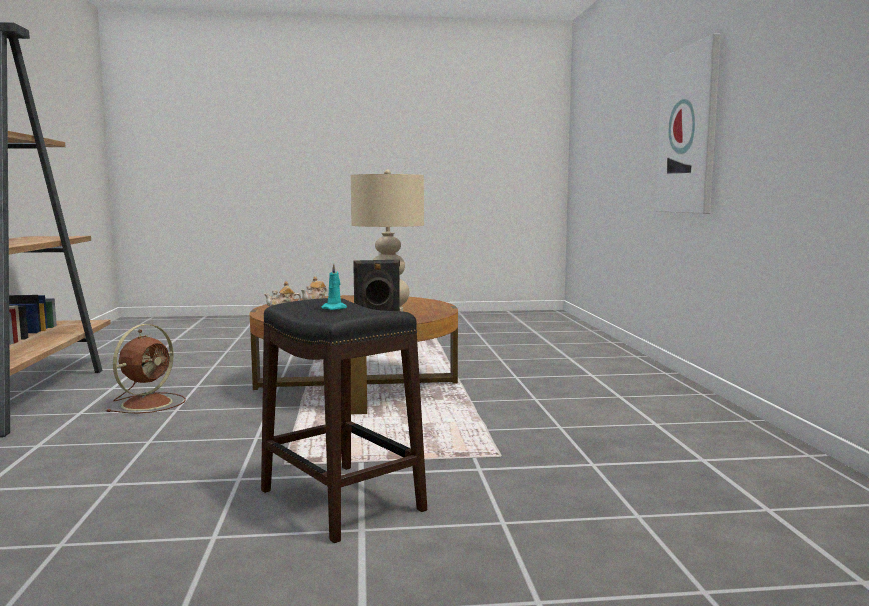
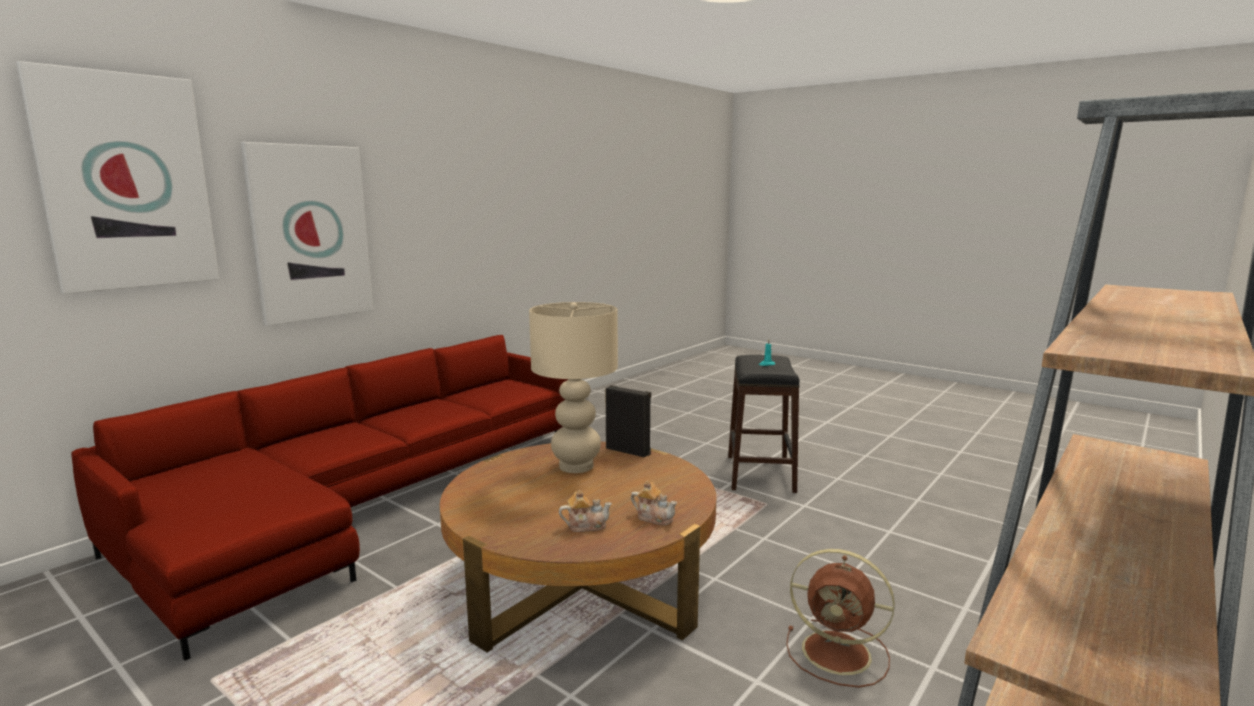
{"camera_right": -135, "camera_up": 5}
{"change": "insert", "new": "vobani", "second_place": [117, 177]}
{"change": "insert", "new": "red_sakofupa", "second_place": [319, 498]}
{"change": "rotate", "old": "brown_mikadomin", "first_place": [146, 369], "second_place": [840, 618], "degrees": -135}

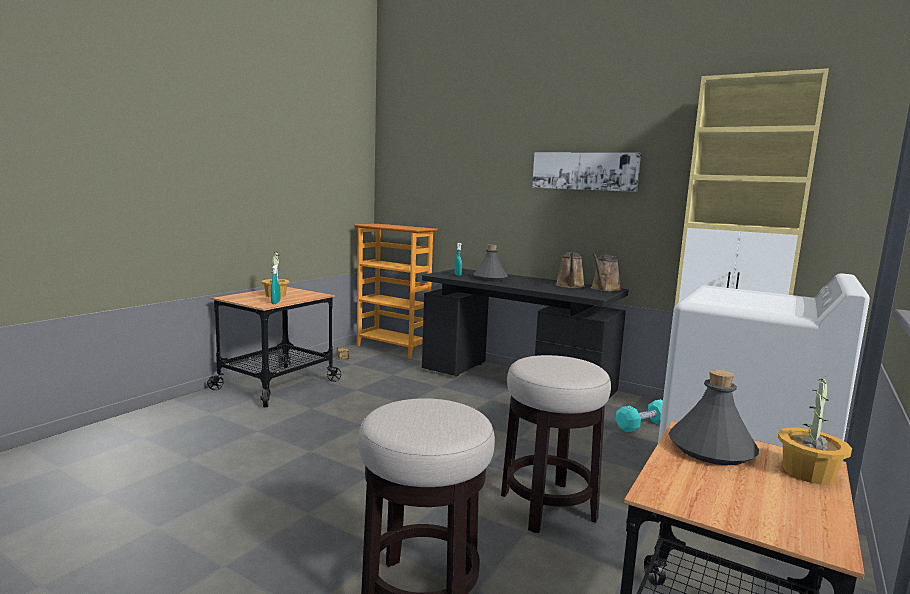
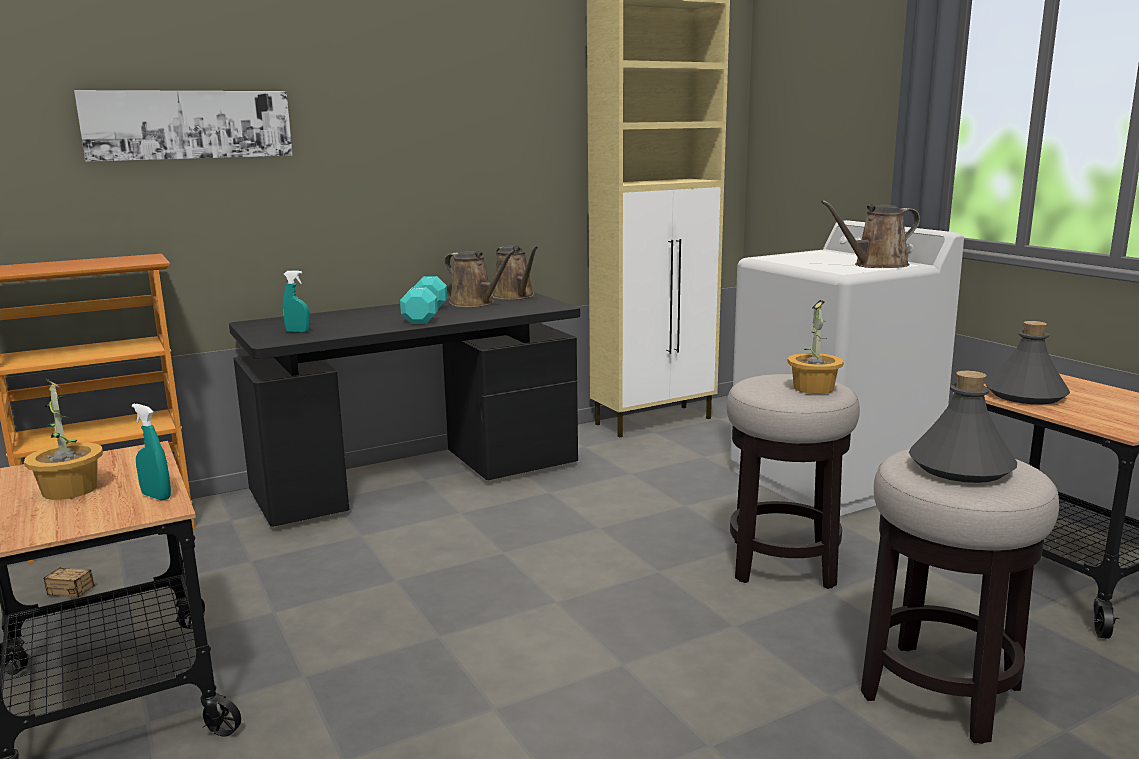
{"camera_right": -60, "camera_up": 5}
{"change": "insert", "new": "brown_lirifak", "second_place": [870, 234]}
{"change": "move", "old": "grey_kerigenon", "first_place": [490, 263], "second_place": [963, 427]}
{"change": "move", "old": "vobani", "first_place": [586, 172], "second_place": [183, 126]}
{"change": "move", "old": "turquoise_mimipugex", "first_place": [639, 415], "second_place": [423, 300]}
{"change": "move", "old": "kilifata", "first_place": [815, 429], "second_place": [815, 347]}

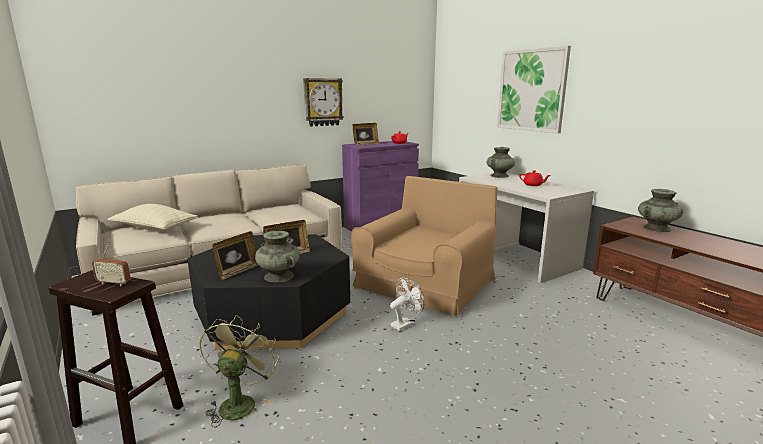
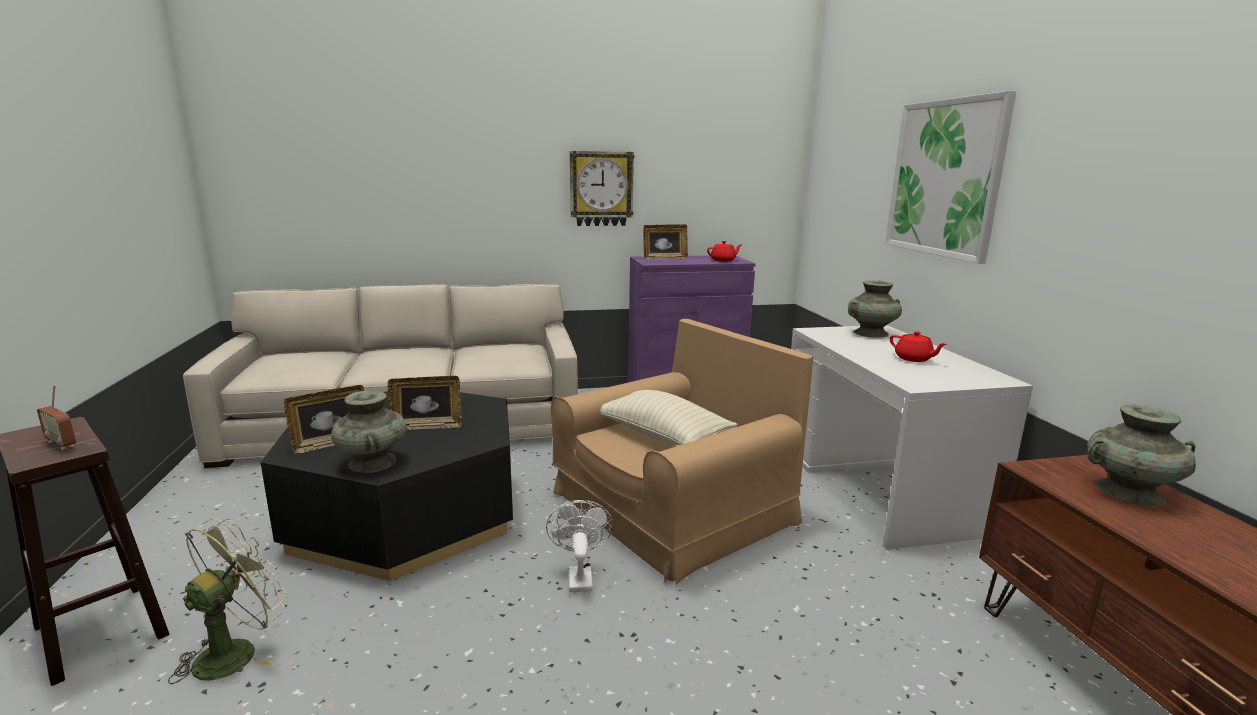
{"camera_right": 20, "camera_up": 0}
{"change": "move", "old": "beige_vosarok", "first_place": [153, 217], "second_place": [669, 417]}
{"change": "rotate", "old": "white_mikadomin", "first_place": [407, 304], "second_place": [579, 546], "degrees": -75}

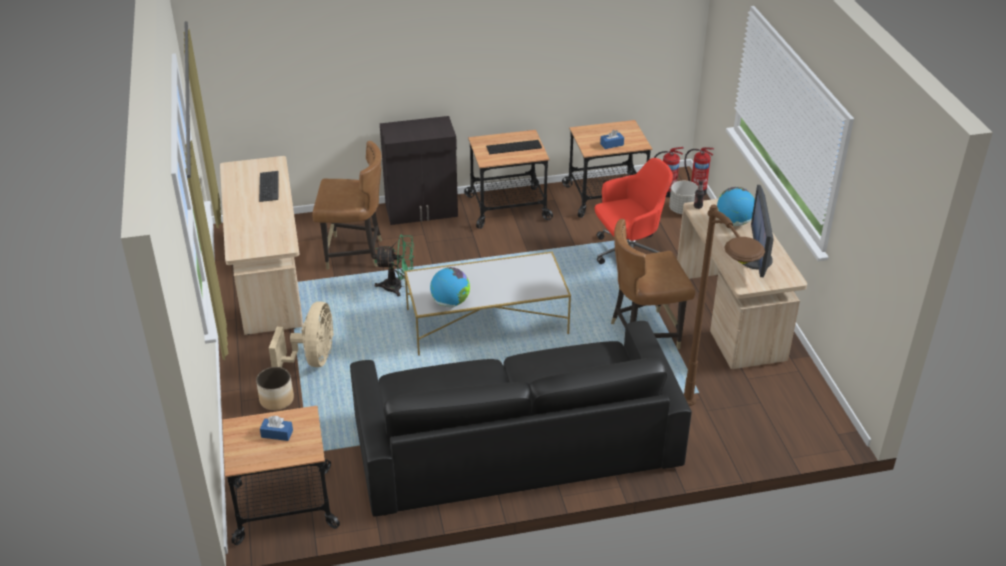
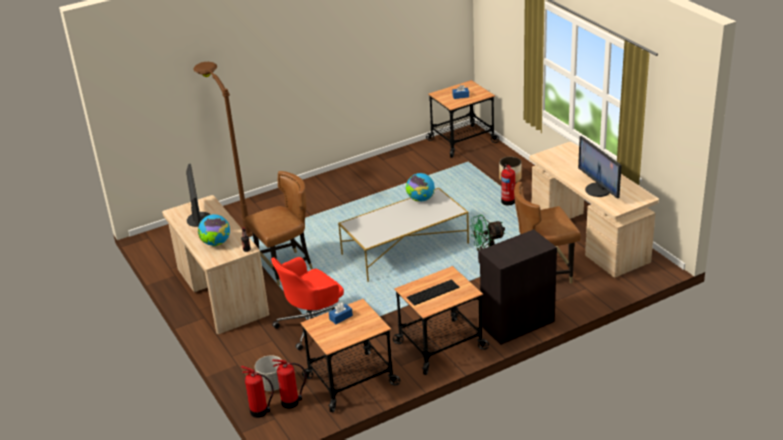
{"camera_right": 165, "camera_up": -5}
{"change": "delete", "old": "black_sakofupa", "first_place": [521, 419]}
{"change": "replace", "old": "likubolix", "new": "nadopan", "first_place": [269, 186], "second_place": [600, 167]}
{"change": "replace", "old": "beige_mikadomin", "new": "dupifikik", "first_place": [301, 334], "second_place": [508, 184]}

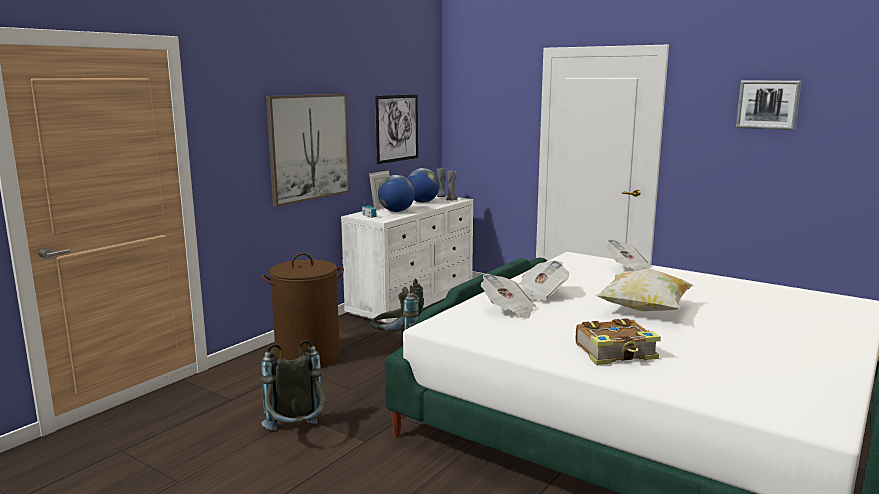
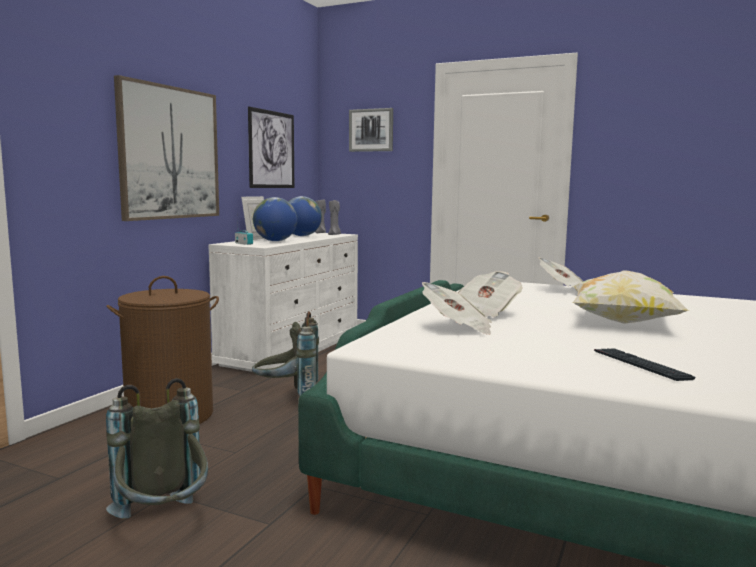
{"camera_right": -10, "camera_up": -5}
{"change": "move", "old": "vobani", "first_place": [768, 105], "second_place": [371, 130]}
{"change": "replace", "old": "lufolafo", "new": "likubolix", "first_place": [618, 341], "second_place": [645, 364]}

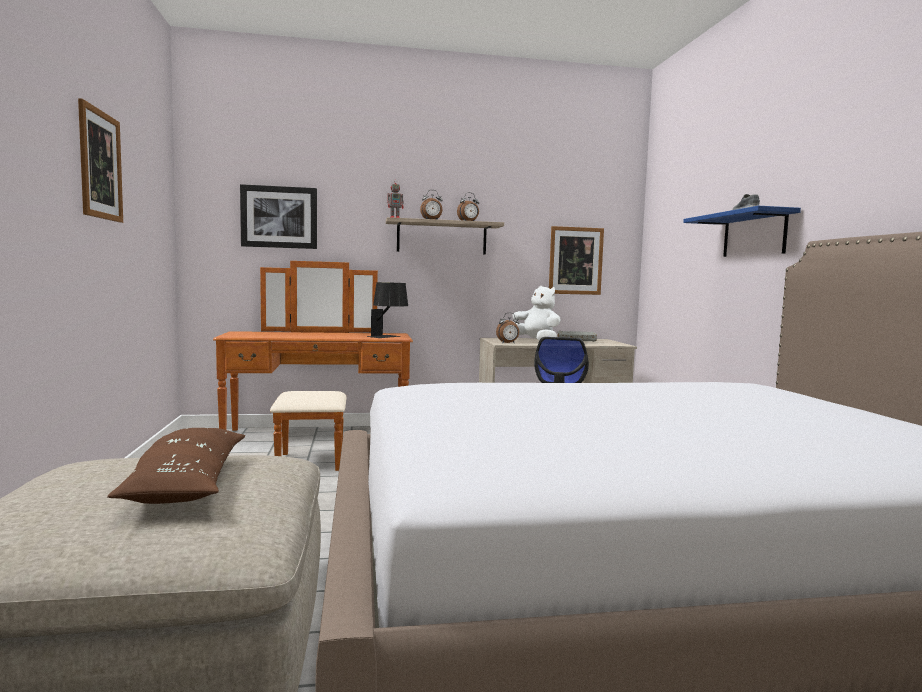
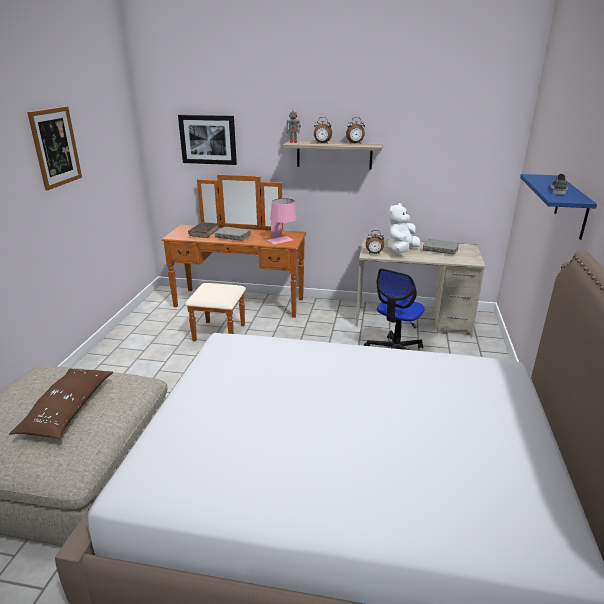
{"camera_right": 20, "camera_up": 20}
{"change": "delete", "old": "vobani", "first_place": [576, 260]}
{"change": "insert", "new": "brown_lufolafo", "second_place": [203, 230]}
{"change": "insert", "new": "grey_lufolafo", "second_place": [233, 233]}
{"change": "recolor", "old": "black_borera", "new": "pink_borera", "first_place": [387, 310], "second_place": [282, 221]}
{"change": "rotate", "old": "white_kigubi", "first_place": [536, 313], "second_place": [404, 228], "degrees": -120}

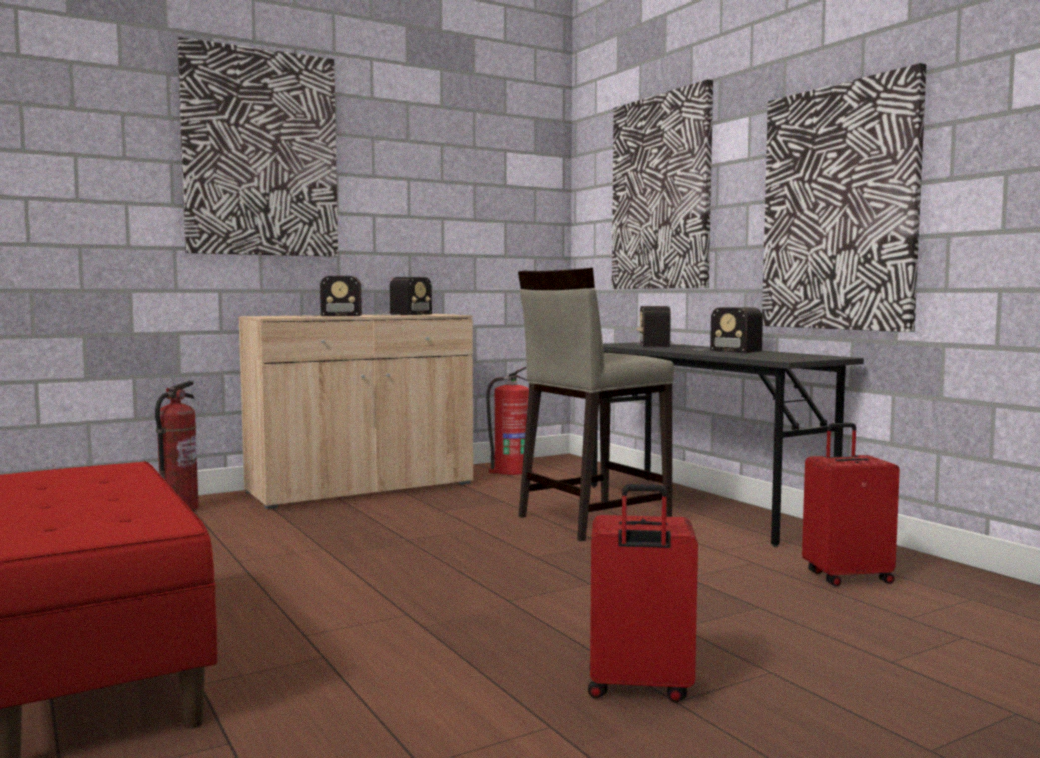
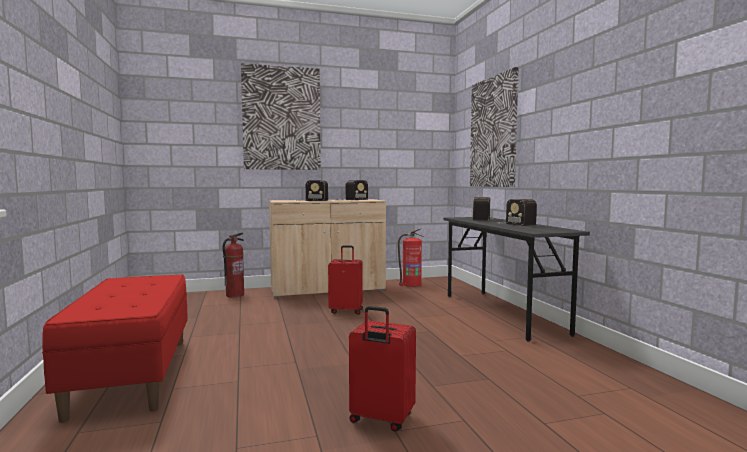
{"camera_right": 15, "camera_up": 0}
{"change": "delete", "old": "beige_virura", "first_place": [596, 404]}
{"change": "delete", "old": "vobani", "first_place": [844, 197]}
{"change": "move", "old": "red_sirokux", "first_place": [851, 504], "second_place": [345, 280]}

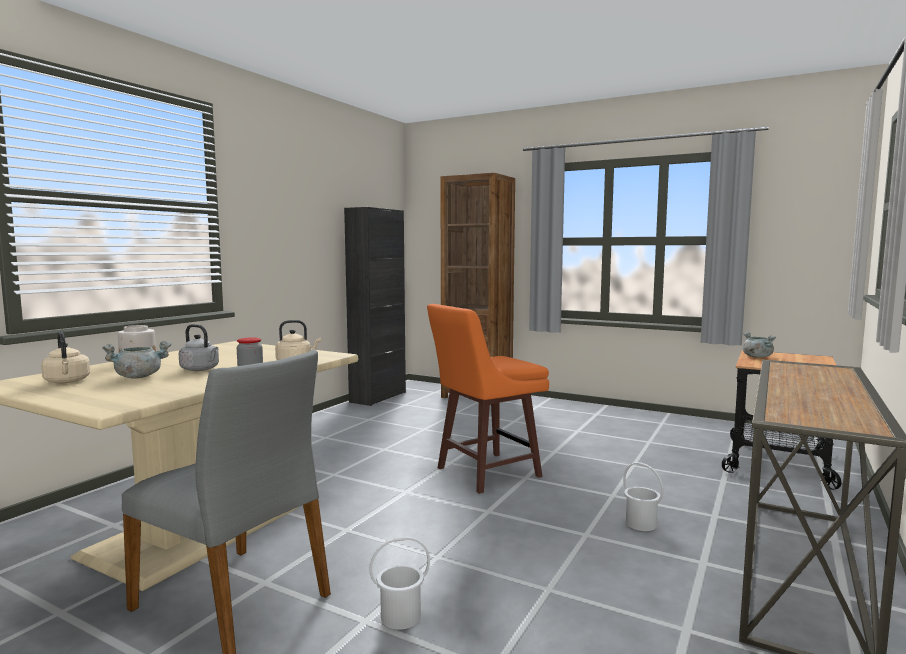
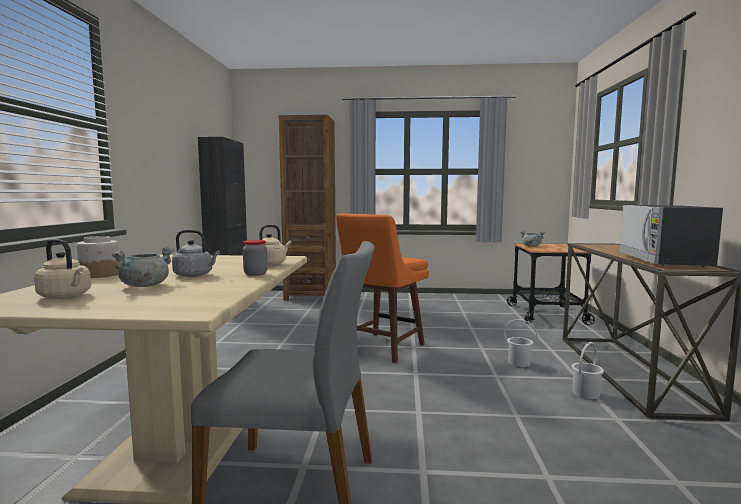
{"camera_right": -25, "camera_up": 0}
{"change": "insert", "new": "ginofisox", "second_place": [671, 236]}
{"change": "move", "old": "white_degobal", "first_place": [399, 583], "second_place": [588, 370]}

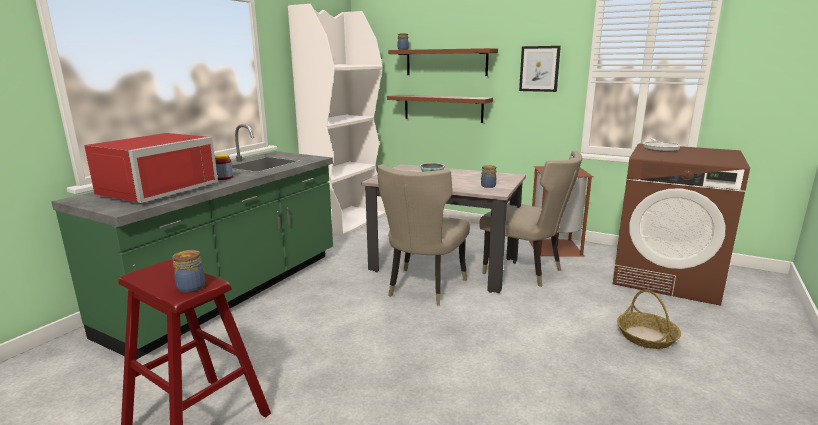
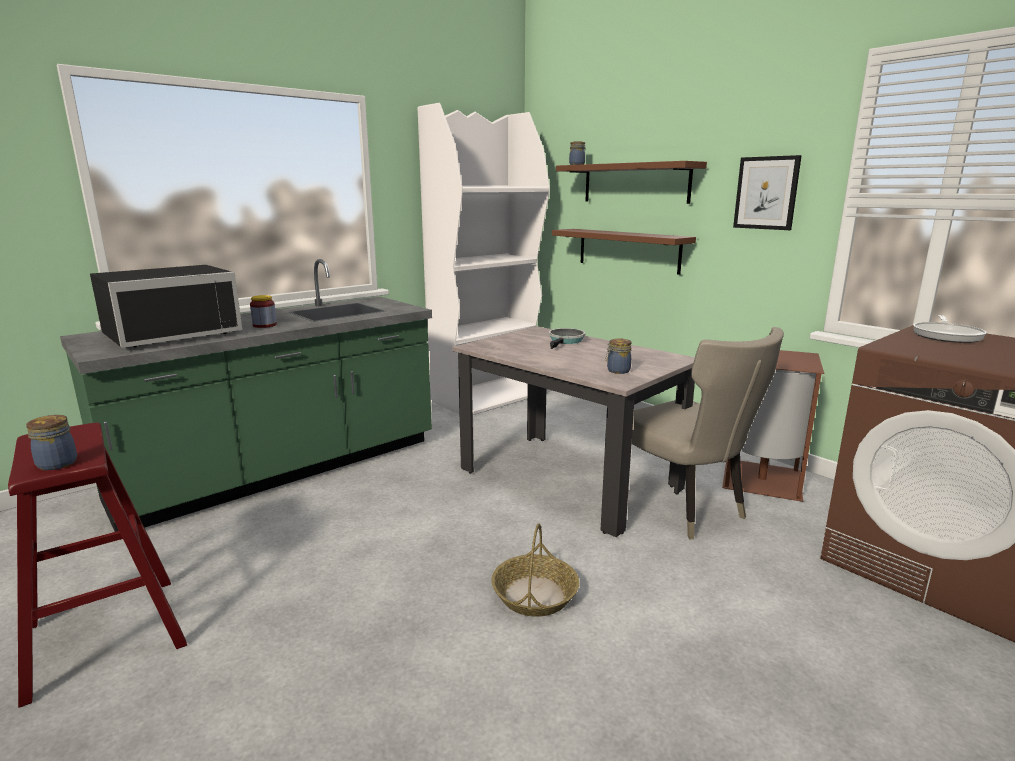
{"camera_right": 20, "camera_up": 0}
{"change": "delete", "old": "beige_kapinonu", "first_place": [423, 235]}
{"change": "move", "old": "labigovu", "first_place": [649, 319], "second_place": [535, 570]}
{"change": "recolor", "old": "red_ginofisox", "new": "black_ginofisox", "first_place": [151, 168], "second_place": [166, 306]}

